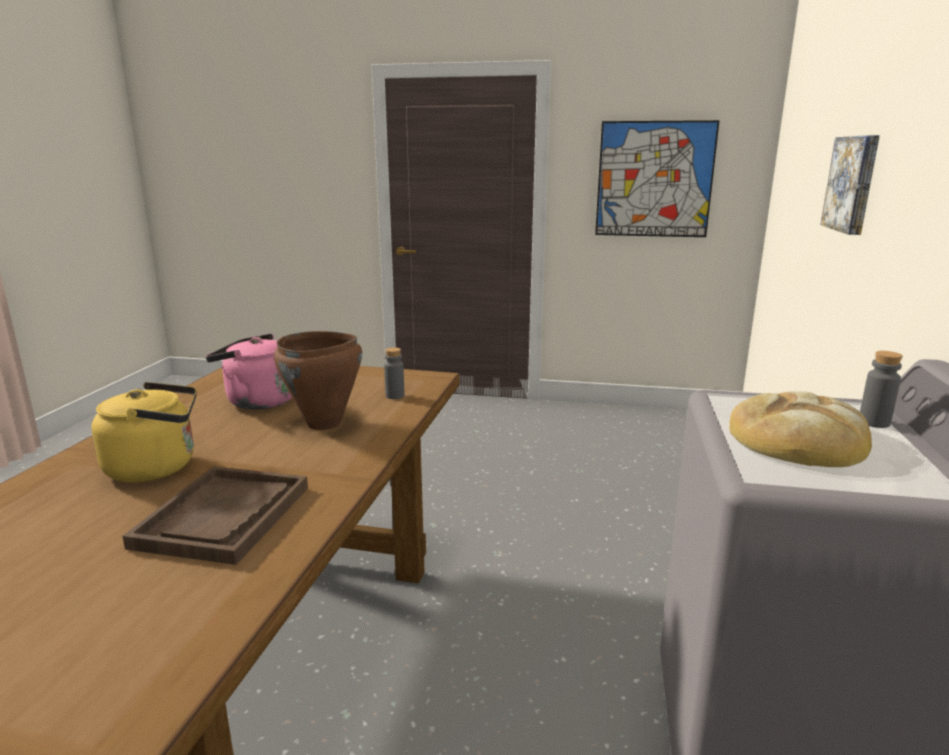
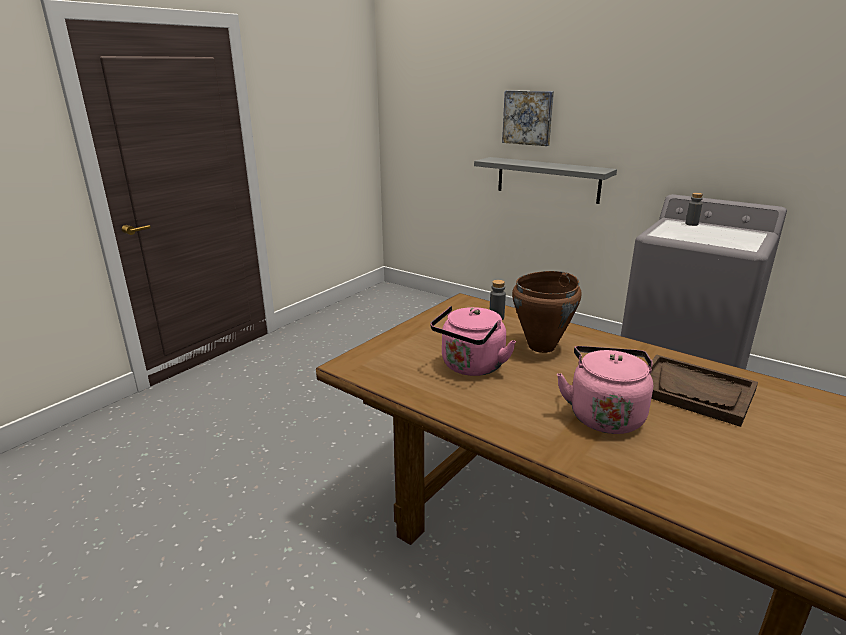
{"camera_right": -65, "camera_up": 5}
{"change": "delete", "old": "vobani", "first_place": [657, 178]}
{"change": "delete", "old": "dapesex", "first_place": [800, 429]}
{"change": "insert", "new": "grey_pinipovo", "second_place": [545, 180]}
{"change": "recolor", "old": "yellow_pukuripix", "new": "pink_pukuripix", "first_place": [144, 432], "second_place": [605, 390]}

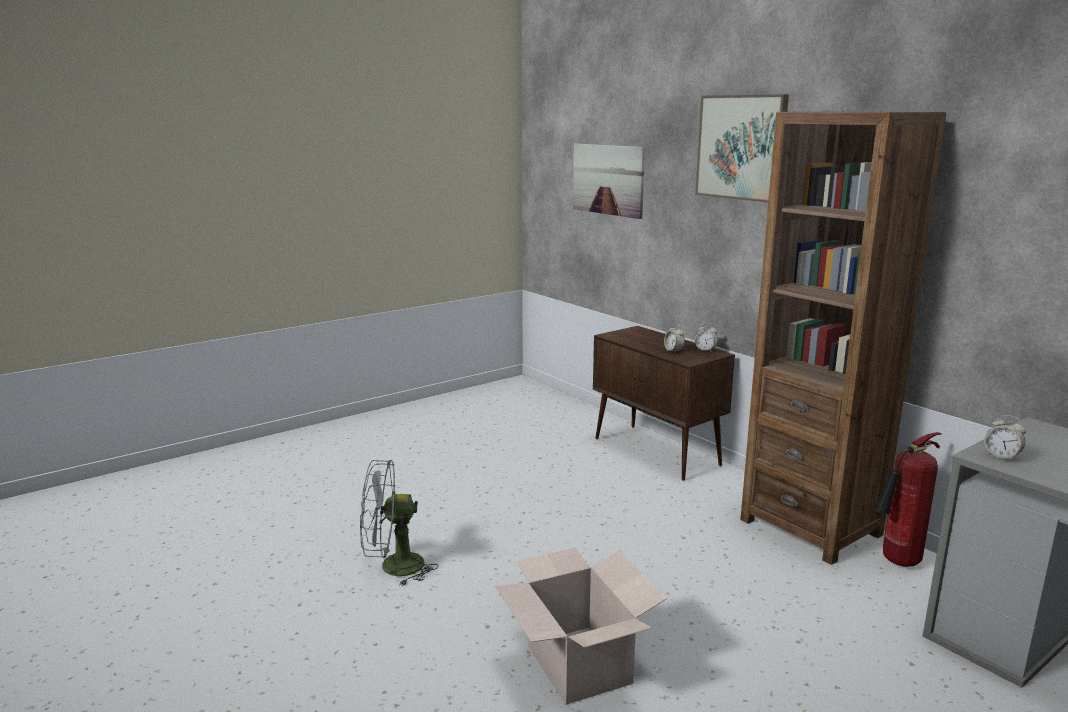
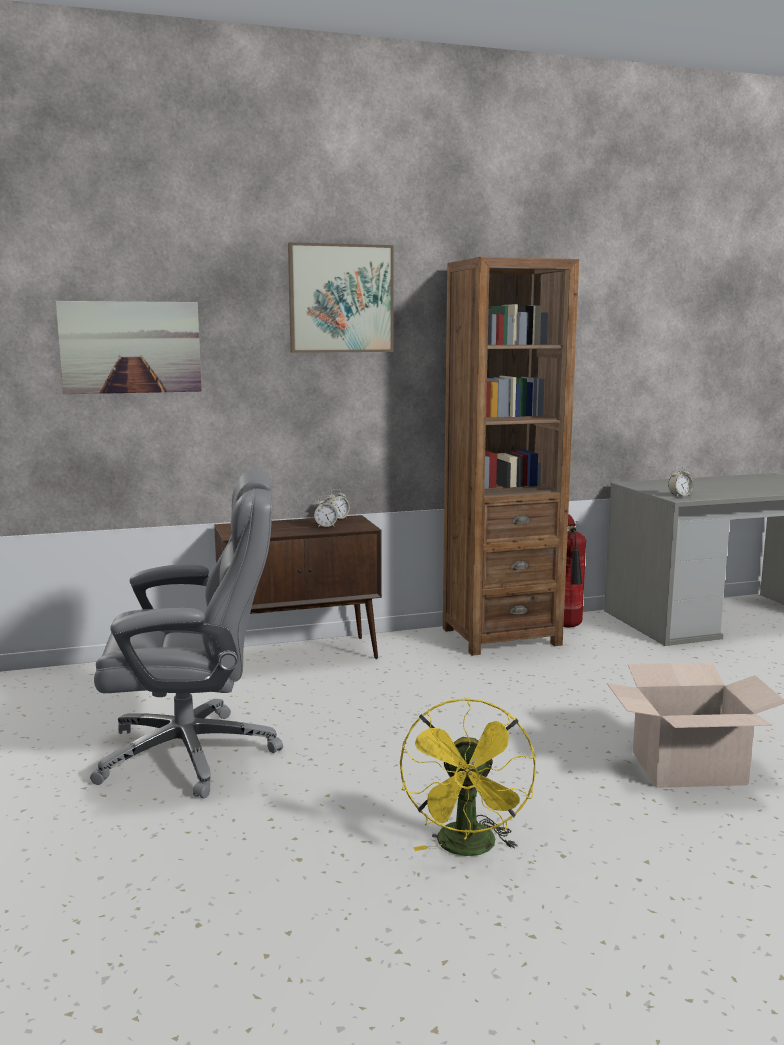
{"camera_right": -70, "camera_up": -5}
{"change": "insert", "new": "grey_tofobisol", "second_place": [186, 633]}
{"change": "recolor", "old": "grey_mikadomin", "new": "yellow_mikadomin", "first_place": [399, 523], "second_place": [468, 777]}

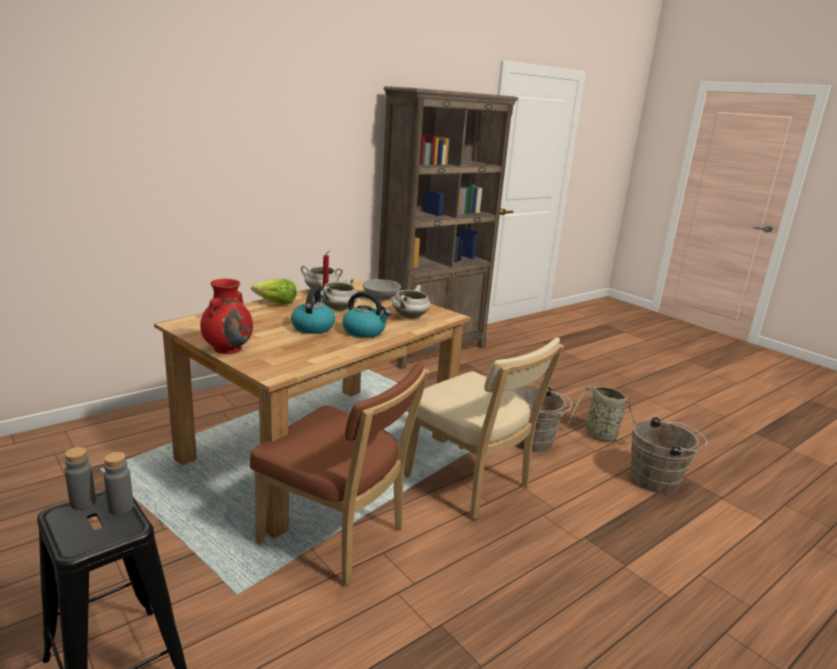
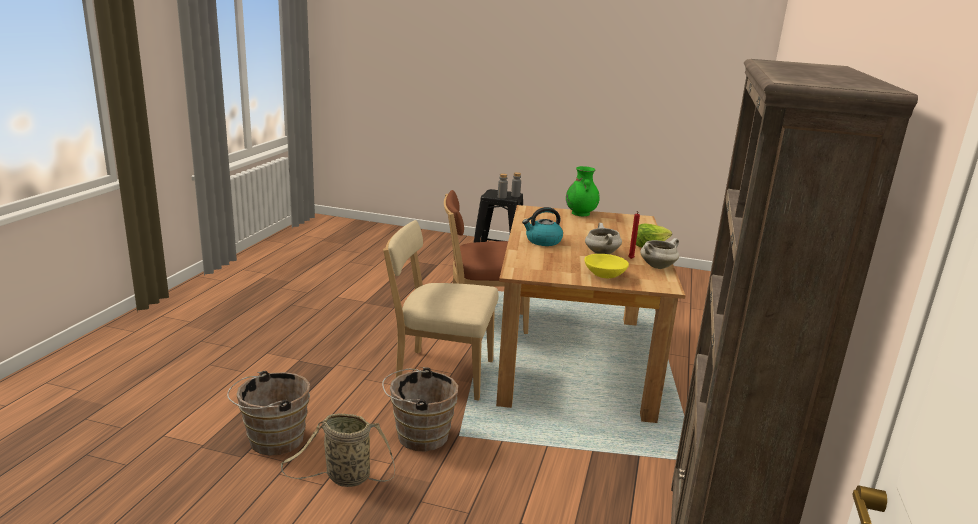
{"camera_right": 145, "camera_up": 0}
{"change": "delete", "old": "pukuripix", "first_place": [313, 310]}
{"change": "delete", "old": "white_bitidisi", "first_place": [411, 302]}
{"change": "recolor", "old": "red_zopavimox", "new": "green_zopavimox", "first_place": [226, 316], "second_place": [583, 191]}
{"change": "recolor", "old": "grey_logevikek", "new": "yellow_logevikek", "first_place": [381, 289], "second_place": [606, 266]}

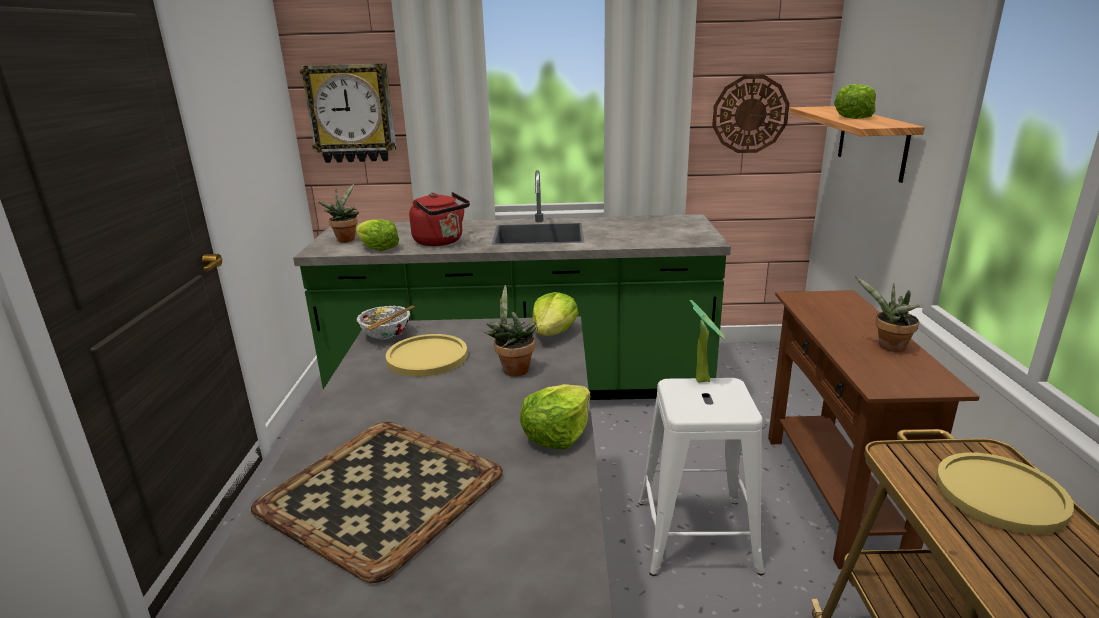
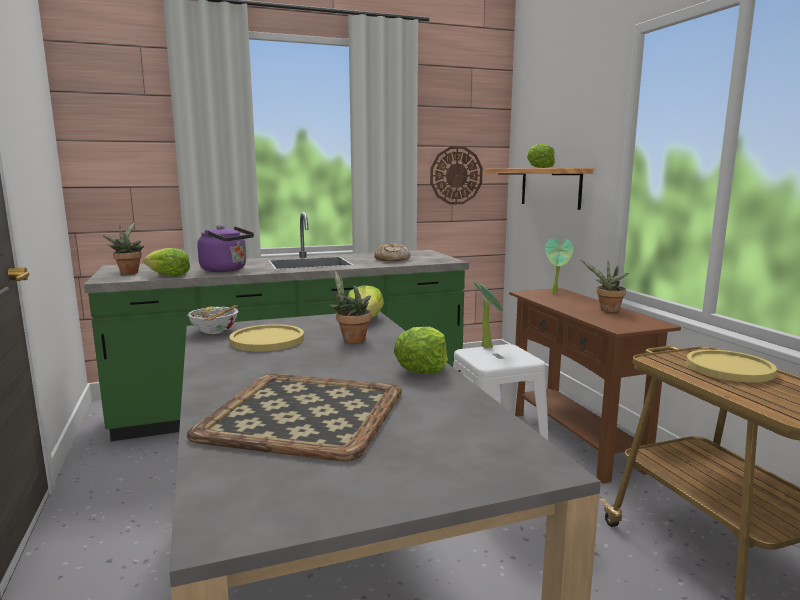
{"camera_right": -20, "camera_up": -10}
{"change": "delete", "old": "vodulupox", "first_place": [348, 113]}
{"change": "insert", "new": "dapesex", "second_place": [392, 252]}
{"change": "insert", "new": "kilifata", "second_place": [559, 266]}
{"change": "recolor", "old": "red_pukuripix", "new": "purple_pukuripix", "first_place": [439, 219], "second_place": [225, 248]}

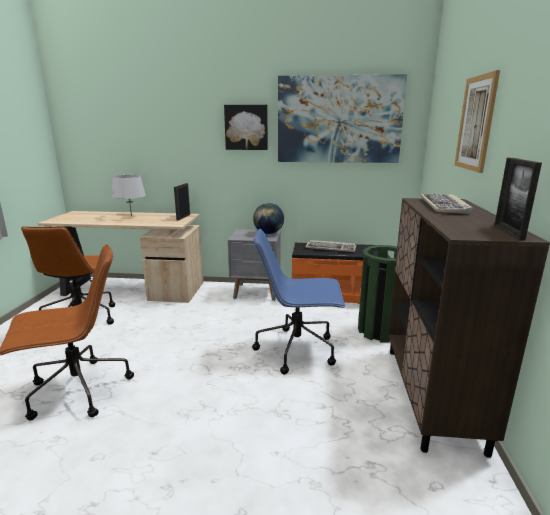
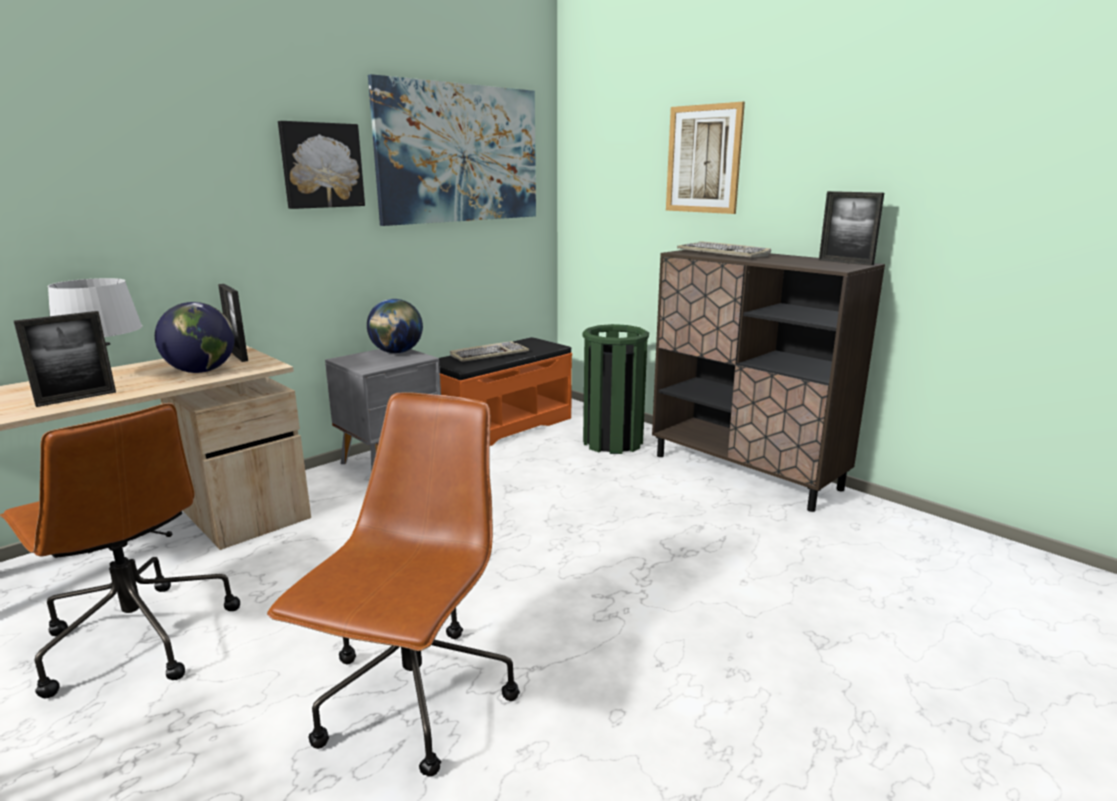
{"camera_right": -50, "camera_up": 0}
{"change": "delete", "old": "blue_tofobisol", "first_place": [299, 301]}
{"change": "insert", "new": "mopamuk", "second_place": [65, 359]}
{"change": "insert", "new": "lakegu", "second_place": [195, 337]}

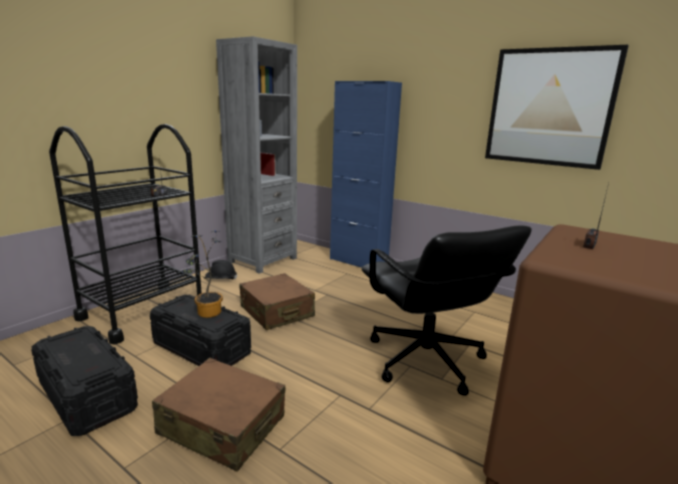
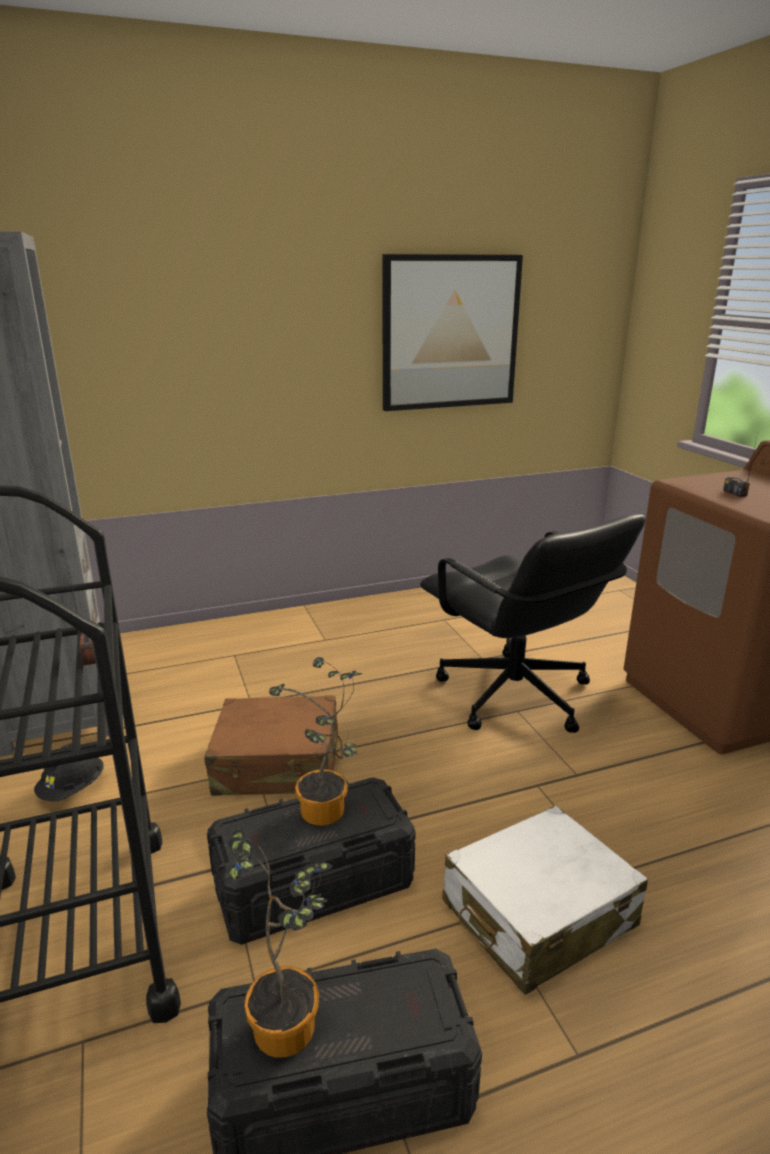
{"camera_right": -55, "camera_up": 5}
{"change": "delete", "old": "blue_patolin", "first_place": [366, 174]}
{"change": "insert", "new": "kilifata", "second_place": [278, 943]}
{"change": "recolor", "old": "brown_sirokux", "new": "white_sirokux", "first_place": [218, 415], "second_place": [545, 900]}
{"change": "rotate", "old": "black_tofobisol", "first_place": [447, 310], "second_place": [533, 623], "degrees": 45}

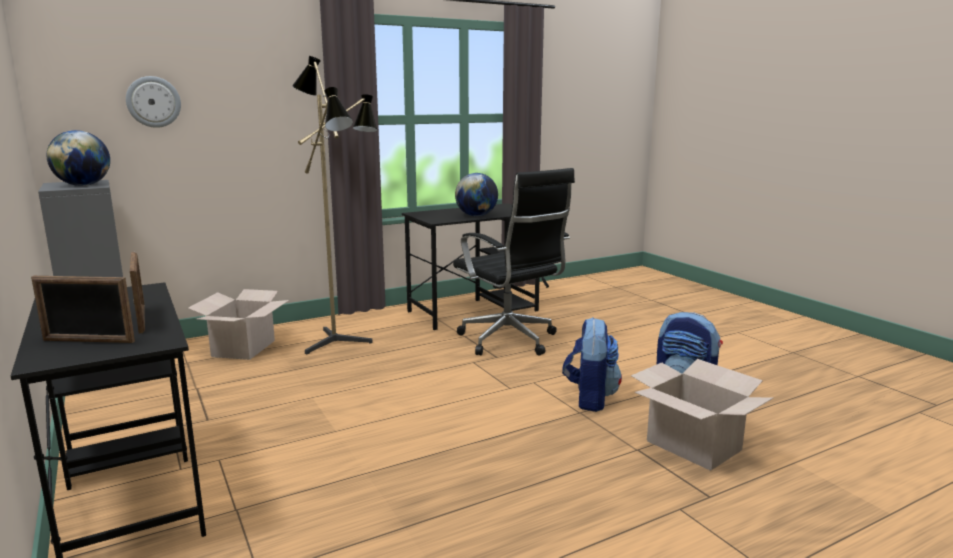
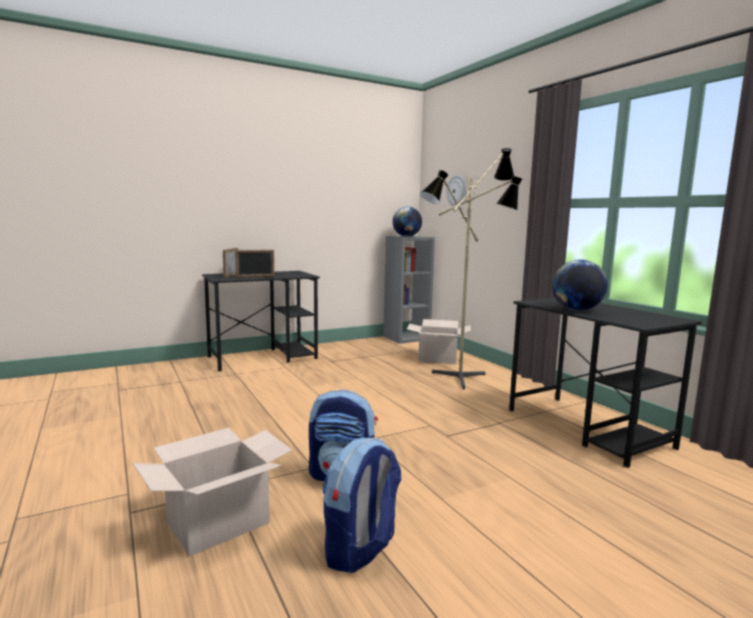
{"camera_right": 90, "camera_up": -5}
{"change": "delete", "old": "black_tofobisol", "first_place": [514, 262]}

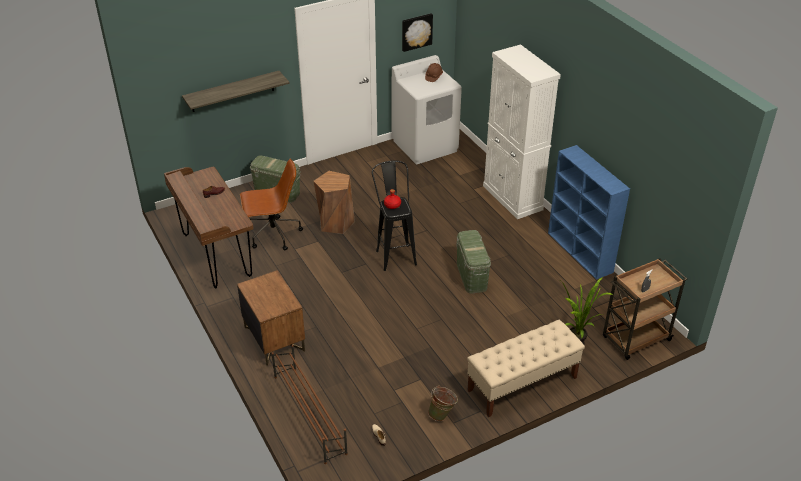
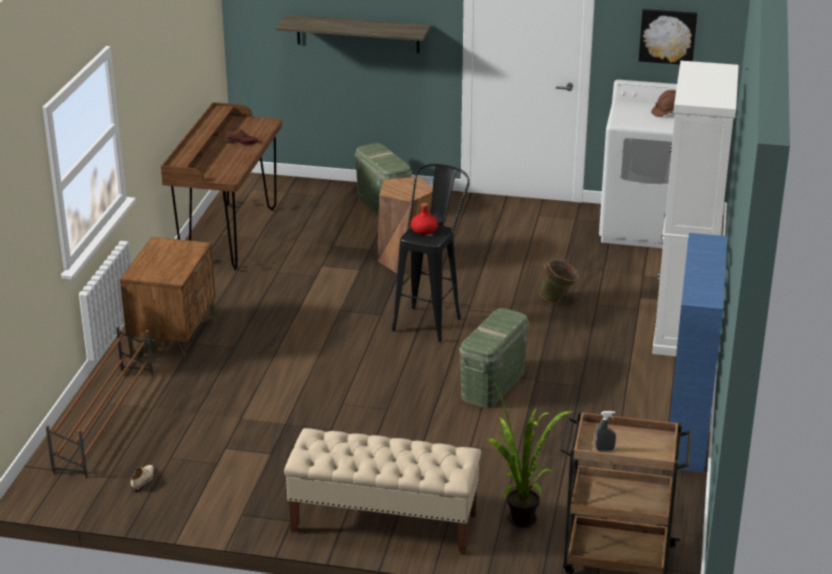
{"camera_right": 40, "camera_up": -10}
{"change": "delete", "old": "brown_tofobisol", "first_place": [271, 204]}
{"change": "move", "old": "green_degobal", "first_place": [443, 403], "second_place": [559, 281]}

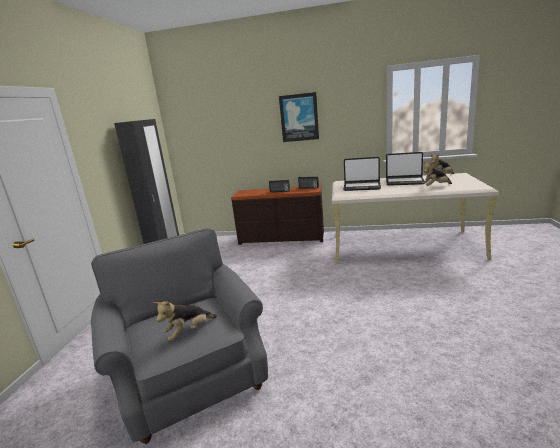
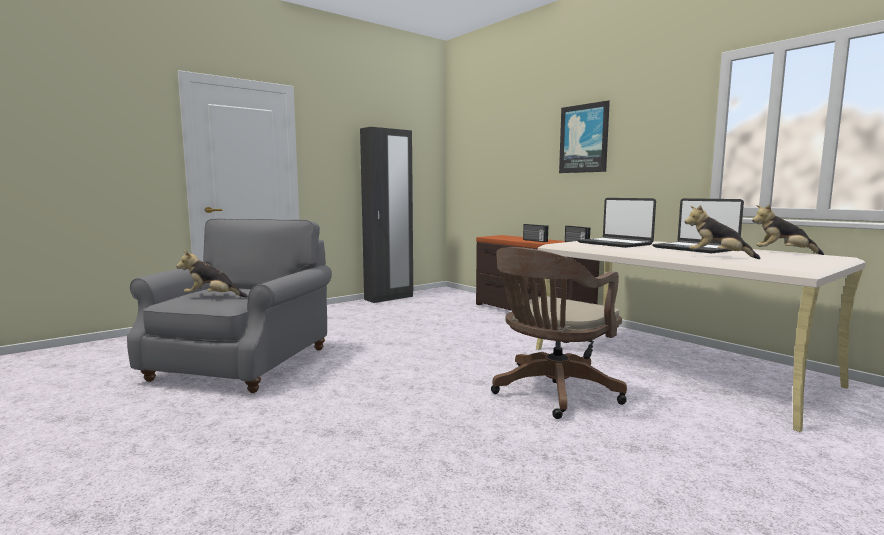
{"camera_right": 40, "camera_up": -10}
{"change": "insert", "new": "brown_tofobisol", "second_place": [559, 333]}

